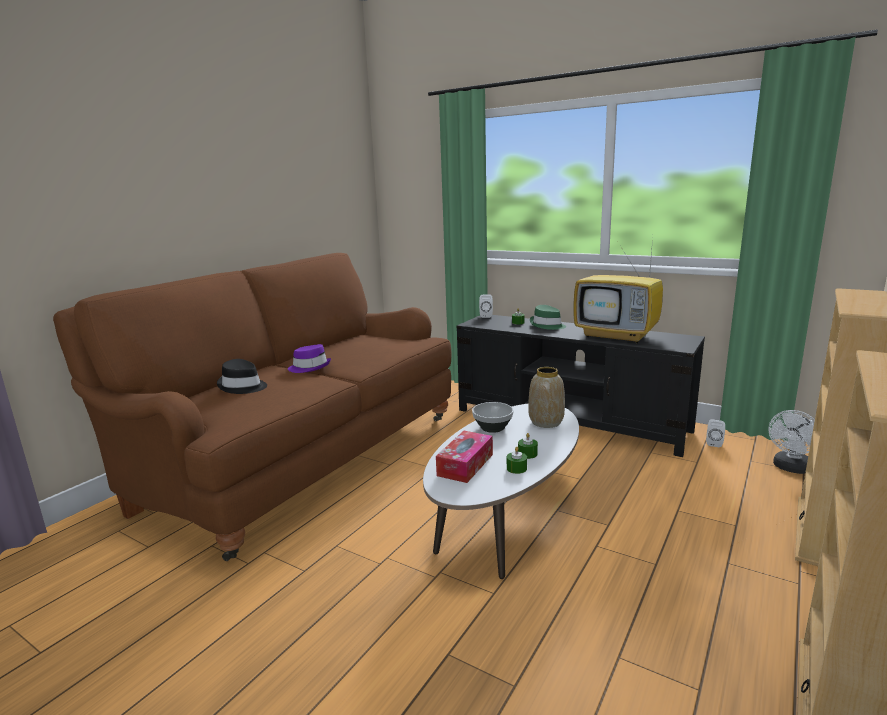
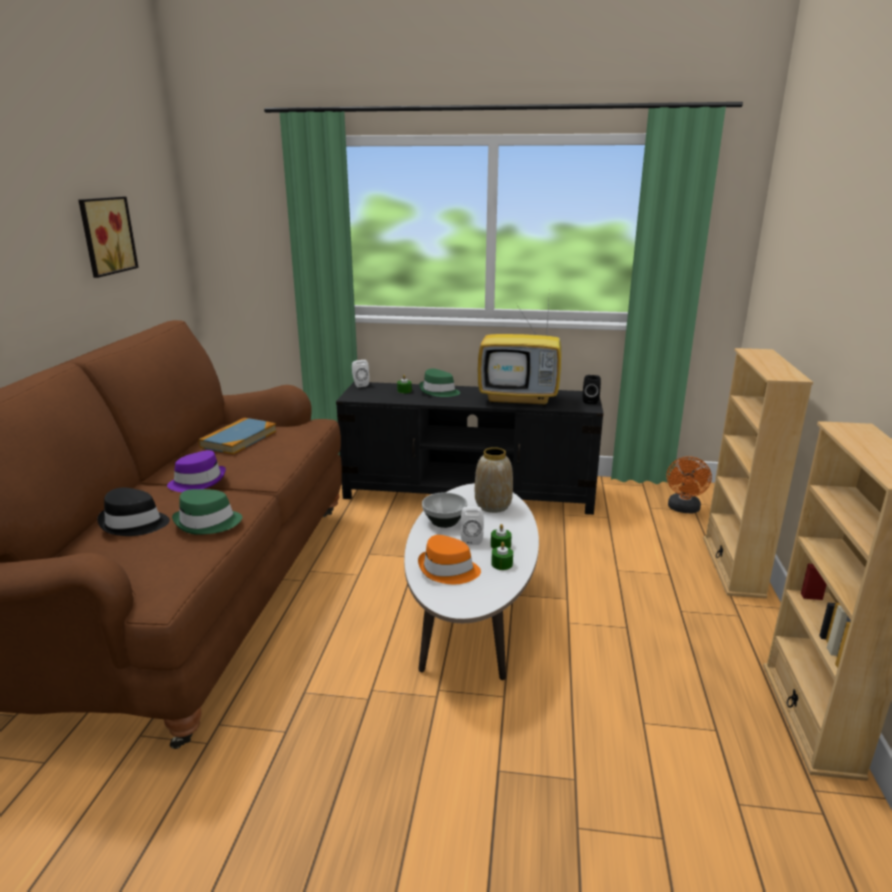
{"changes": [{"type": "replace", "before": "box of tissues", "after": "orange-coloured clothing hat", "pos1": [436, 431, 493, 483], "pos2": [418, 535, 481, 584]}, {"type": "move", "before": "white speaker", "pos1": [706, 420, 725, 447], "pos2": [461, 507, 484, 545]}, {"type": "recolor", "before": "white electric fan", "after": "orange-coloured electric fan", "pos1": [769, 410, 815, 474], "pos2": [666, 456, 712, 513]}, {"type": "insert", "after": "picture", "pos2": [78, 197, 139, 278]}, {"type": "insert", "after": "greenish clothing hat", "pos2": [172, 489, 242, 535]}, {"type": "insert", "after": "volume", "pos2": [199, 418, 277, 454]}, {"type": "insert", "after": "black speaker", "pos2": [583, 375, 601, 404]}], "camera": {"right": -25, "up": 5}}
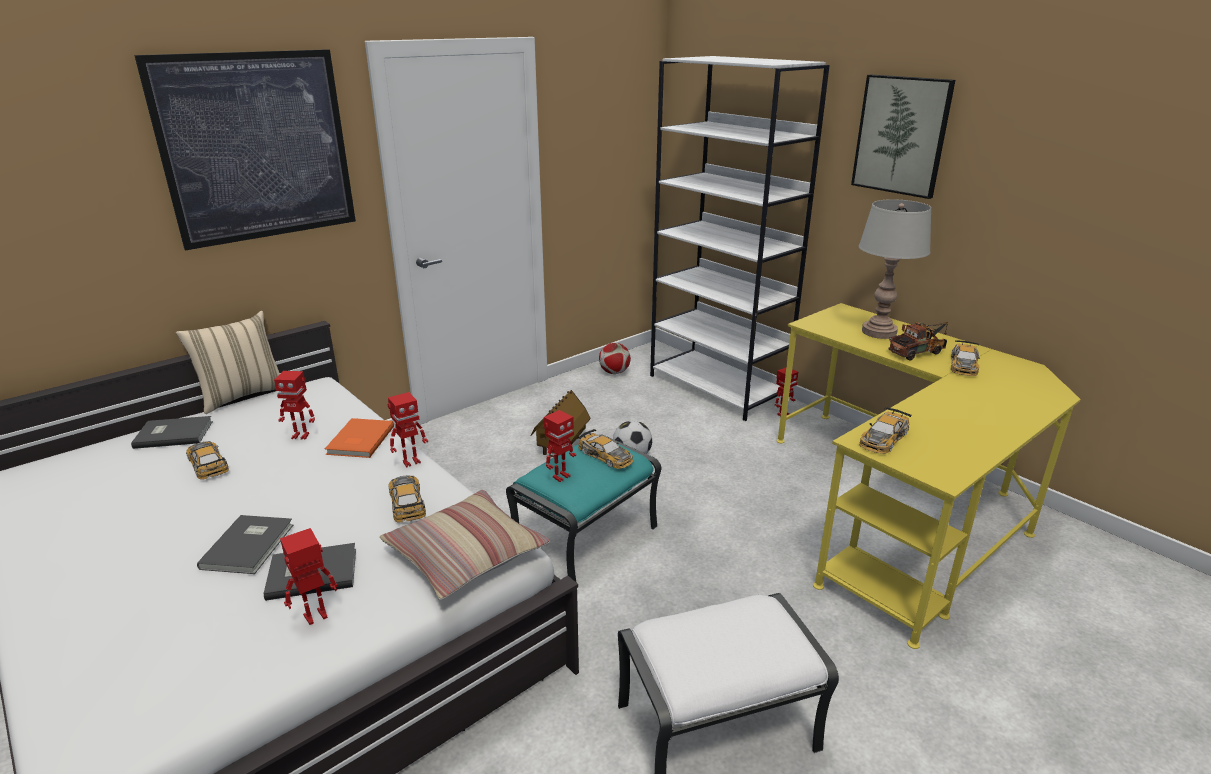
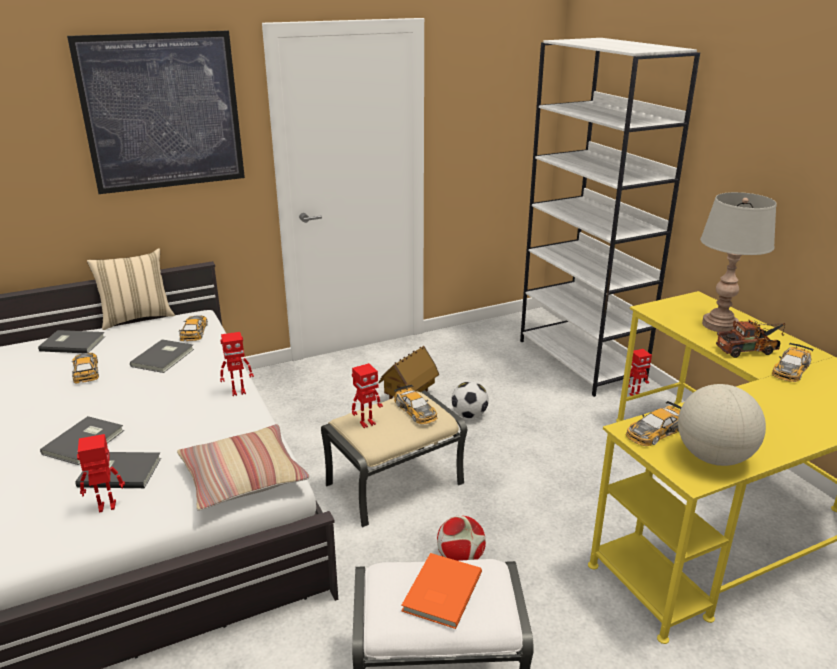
{"changes": [{"type": "replace", "before": "model robot", "after": "grey volume", "pos1": [274, 371, 315, 440], "pos2": [130, 339, 194, 373]}, {"type": "move", "before": "orange-coloured volume", "pos1": [325, 418, 394, 458], "pos2": [401, 553, 482, 629]}, {"type": "move", "before": "miniature car", "pos1": [388, 475, 426, 523], "pos2": [179, 315, 208, 341]}, {"type": "recolor", "before": "blue-green footrest", "after": "beige footrest", "pos1": [506, 435, 661, 582], "pos2": [321, 391, 467, 527]}, {"type": "move", "before": "football", "pos1": [599, 343, 631, 374], "pos2": [437, 515, 486, 561]}, {"type": "delete", "before": "picture", "pos1": [851, 75, 955, 199]}, {"type": "insert", "after": "globe", "pos2": [678, 384, 766, 466]}], "camera": {"right": 15, "up": 0}}
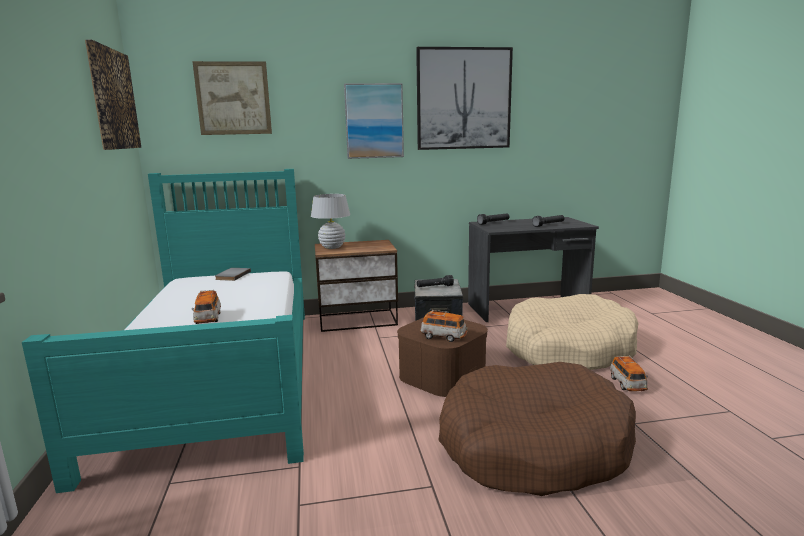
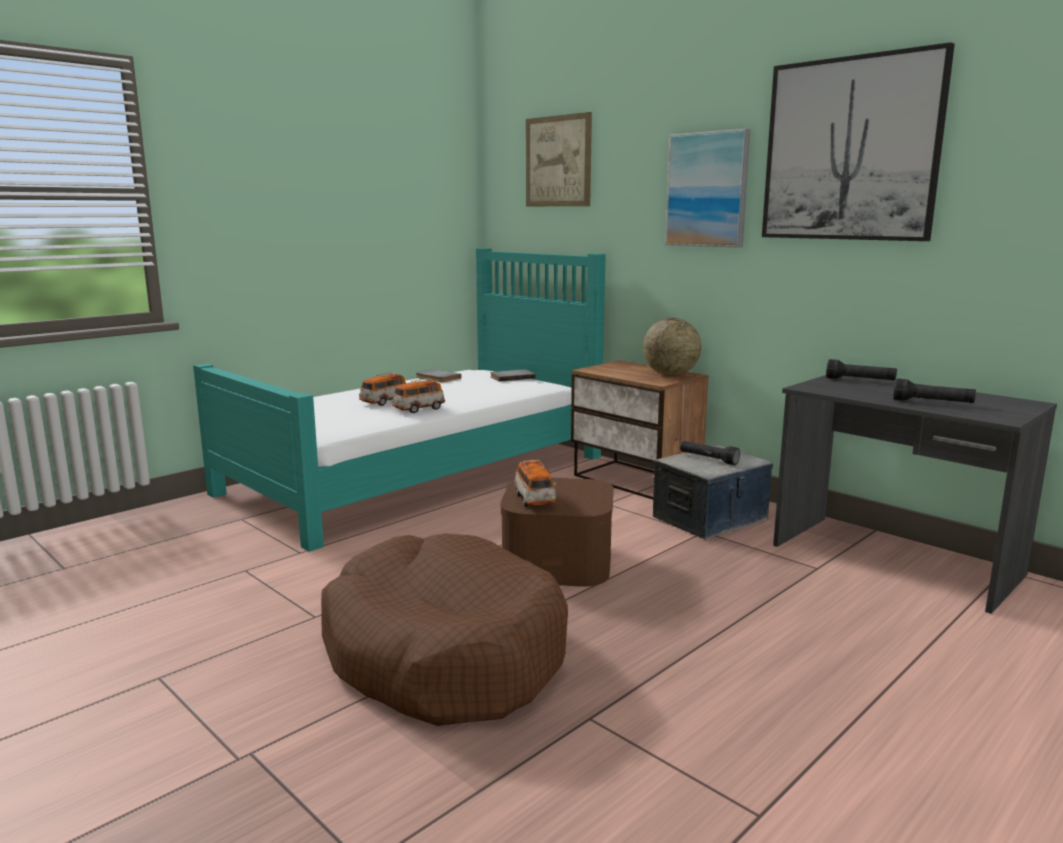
{"changes": [{"type": "delete", "before": "picture", "pos1": [85, 39, 141, 150]}, {"type": "delete", "before": "white lamp for a table", "pos1": [311, 194, 350, 249]}, {"type": "delete", "before": "beige dog cushion", "pos1": [506, 294, 639, 370]}, {"type": "move", "before": "miniature car", "pos1": [610, 356, 648, 391], "pos2": [392, 378, 445, 413]}, {"type": "insert", "after": "grey volume", "pos2": [416, 369, 461, 382]}, {"type": "insert", "after": "globe", "pos2": [643, 318, 701, 376]}], "camera": {"right": 55, "up": 0}}
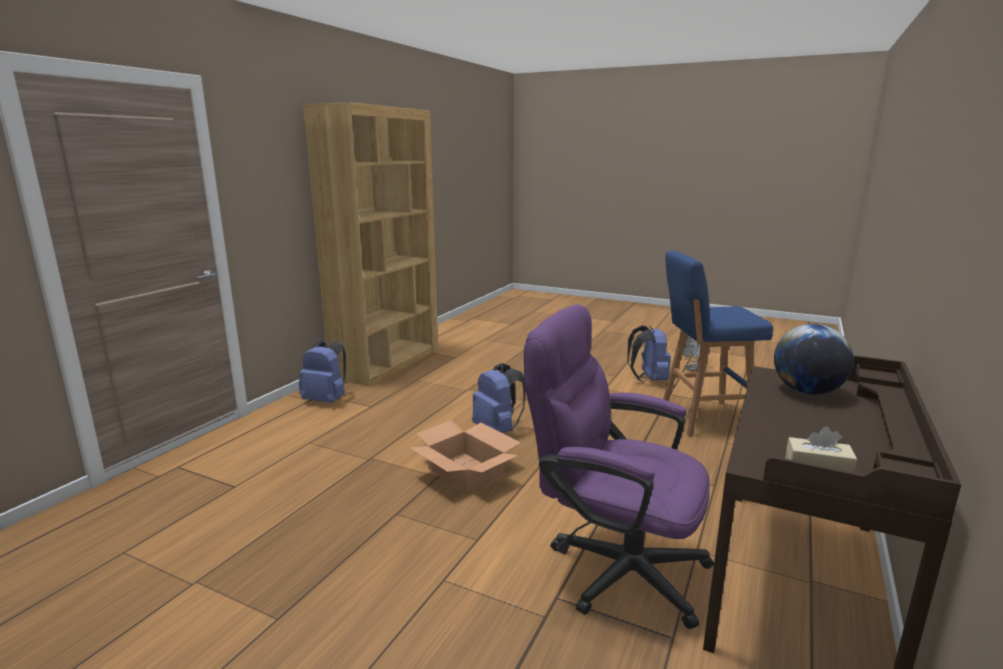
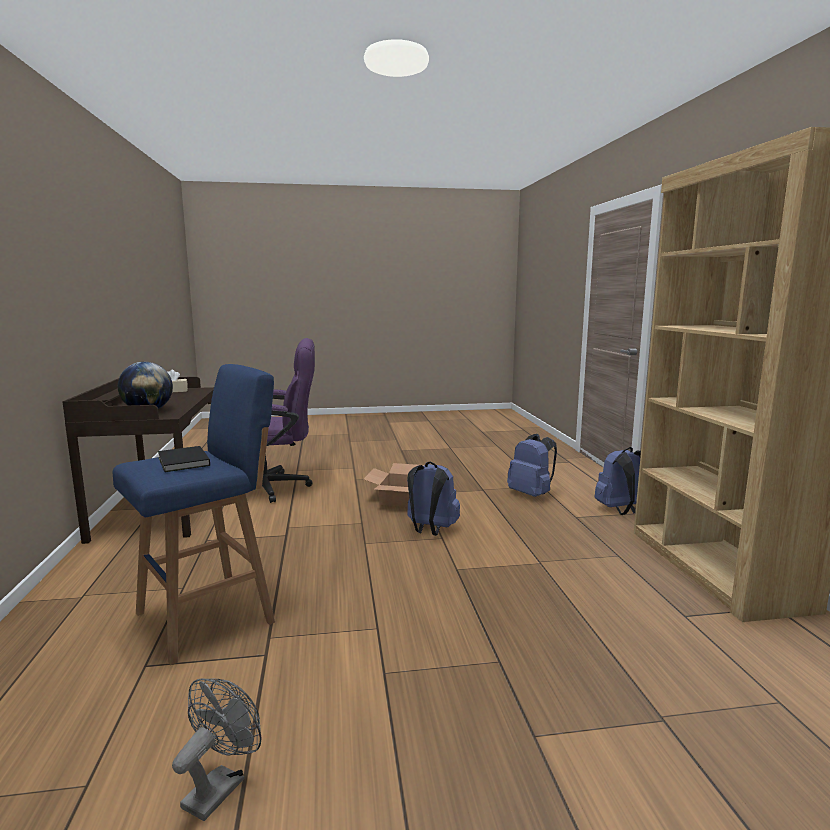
{"changes": [{"type": "move", "before": "blue knapsack", "pos1": [627, 325, 671, 382], "pos2": [507, 434, 557, 497]}, {"type": "insert", "after": "black volume", "pos2": [158, 446, 210, 472]}], "camera": {"right": 145, "up": -5}}
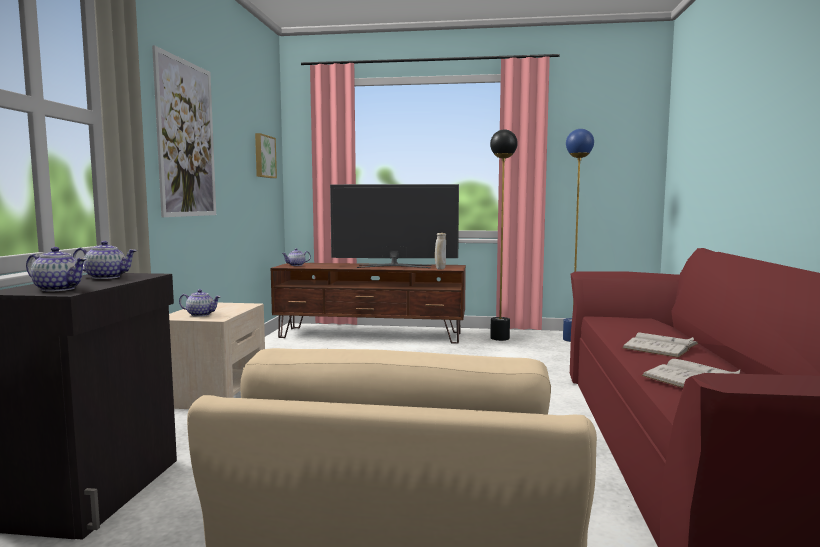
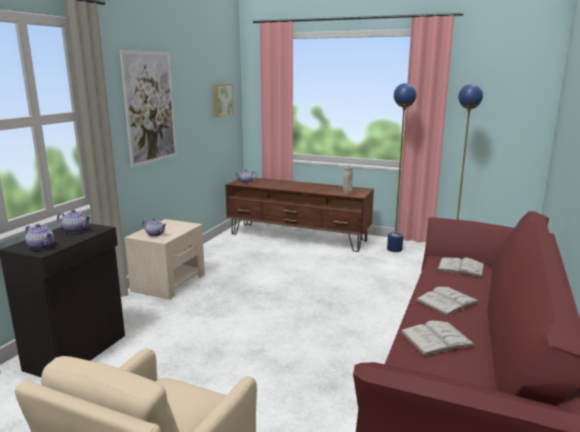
{"changes": [{"type": "delete", "before": "TV set", "pos1": [330, 184, 459, 268]}, {"type": "recolor", "before": "black standing lamp", "after": "blue standing lamp", "pos1": [490, 129, 518, 341], "pos2": [387, 83, 417, 252]}, {"type": "insert", "after": "white volume", "pos2": [437, 257, 484, 277]}], "camera": {"right": 15, "up": 10}}
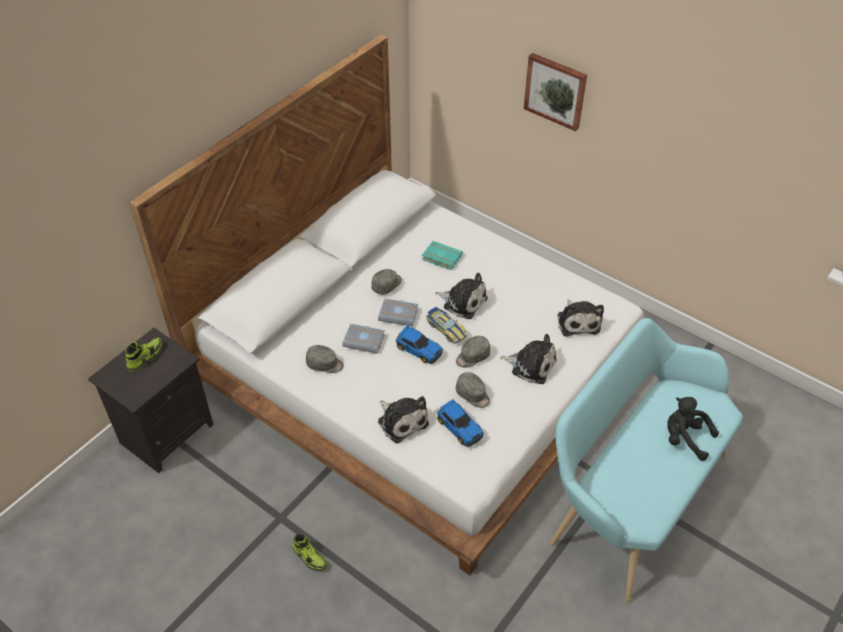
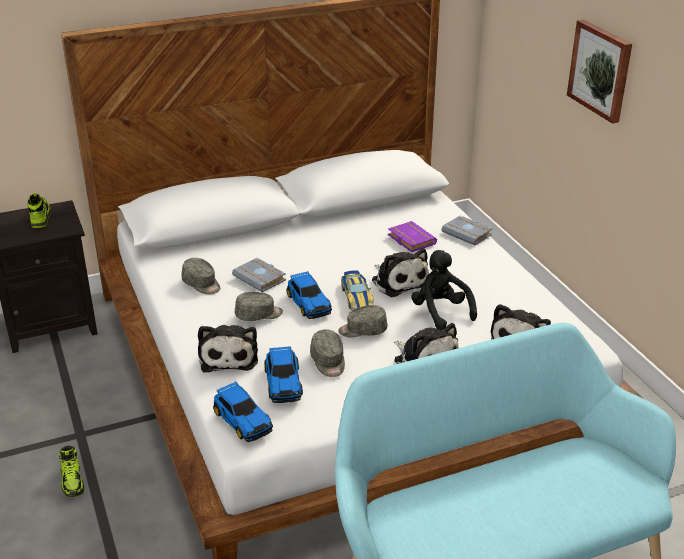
{"changes": [{"type": "rotate", "before": "low shoe", "pos1": [126, 337, 162, 372], "pos2": [27, 193, 51, 228], "turn": -75}, {"type": "move", "before": "grey peaked cap", "pos1": [371, 269, 402, 294], "pos2": [235, 292, 283, 321]}, {"type": "move", "before": "grey volume", "pos1": [378, 298, 418, 326], "pos2": [441, 215, 493, 245]}, {"type": "recolor", "before": "blue-green volume", "after": "purple-coloured volume", "pos1": [422, 241, 463, 270], "pos2": [388, 221, 437, 252]}, {"type": "move", "before": "black plush toy", "pos1": [667, 397, 719, 461], "pos2": [411, 250, 477, 330]}, {"type": "insert", "after": "miniature car", "pos2": [213, 382, 273, 442]}], "camera": {"right": 30, "up": -15}}
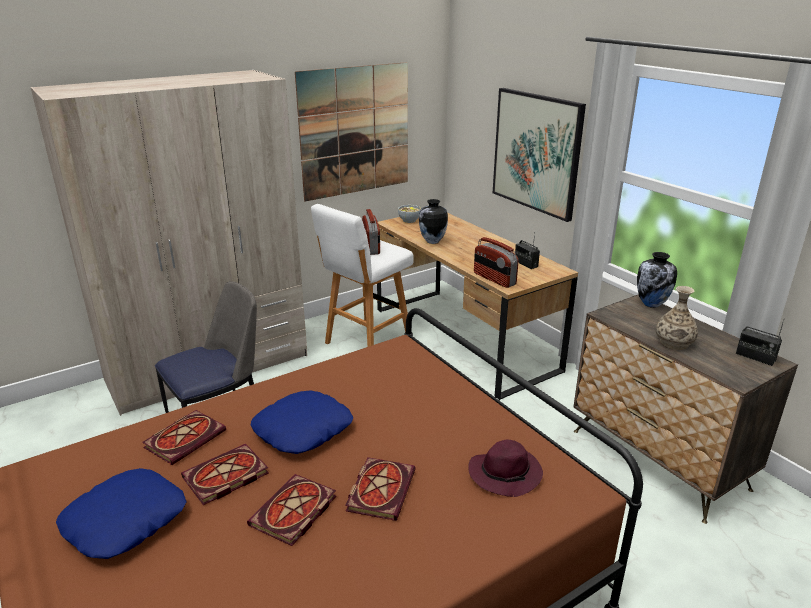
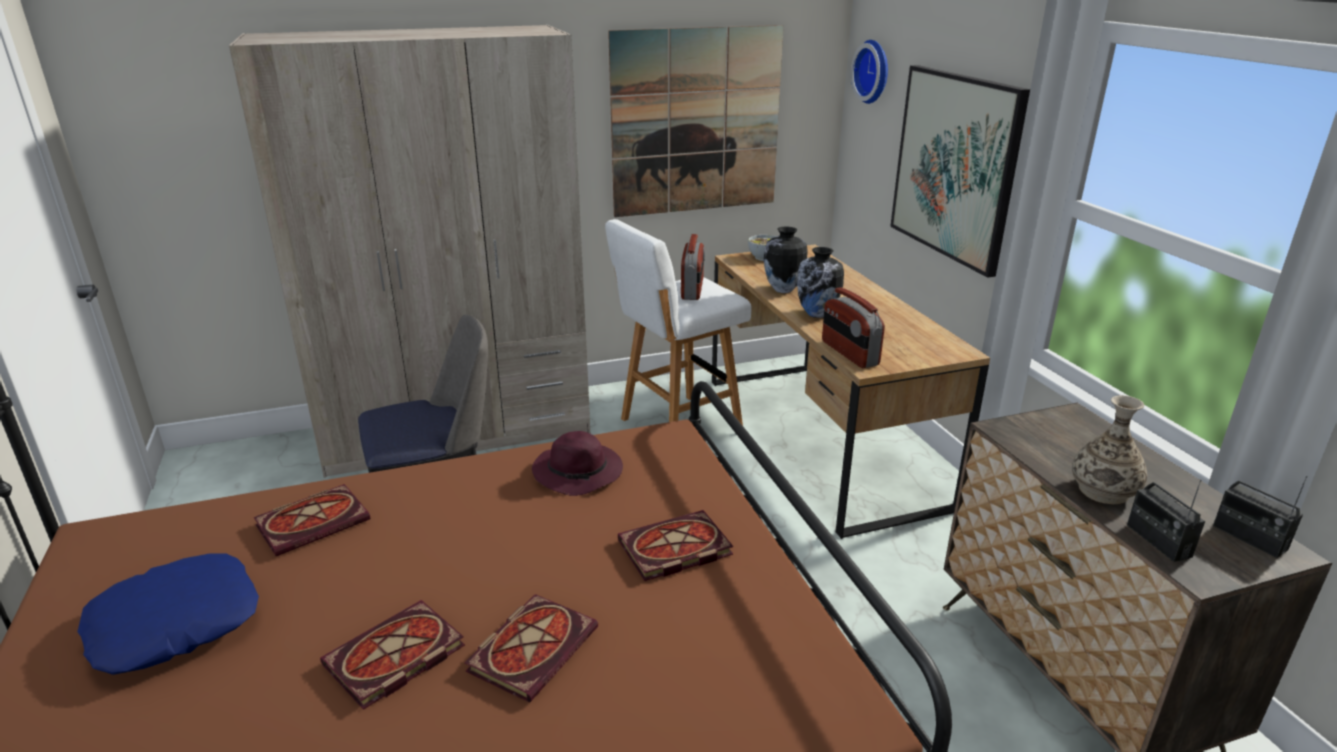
{"changes": [{"type": "move", "before": "volume", "pos1": [181, 444, 269, 505], "pos2": [618, 510, 734, 581]}, {"type": "delete", "before": "blue pillow", "pos1": [251, 390, 354, 454]}, {"type": "move", "before": "purple-coloured clothing hat", "pos1": [468, 440, 543, 497], "pos2": [532, 431, 623, 496]}, {"type": "move", "before": "radio", "pos1": [515, 232, 540, 269], "pos2": [1127, 480, 1205, 562]}, {"type": "move", "before": "decorative vase", "pos1": [637, 252, 677, 308], "pos2": [797, 247, 844, 318]}, {"type": "insert", "after": "hanging clock", "pos2": [851, 40, 888, 104]}], "camera": {"right": 15, "up": 0}}
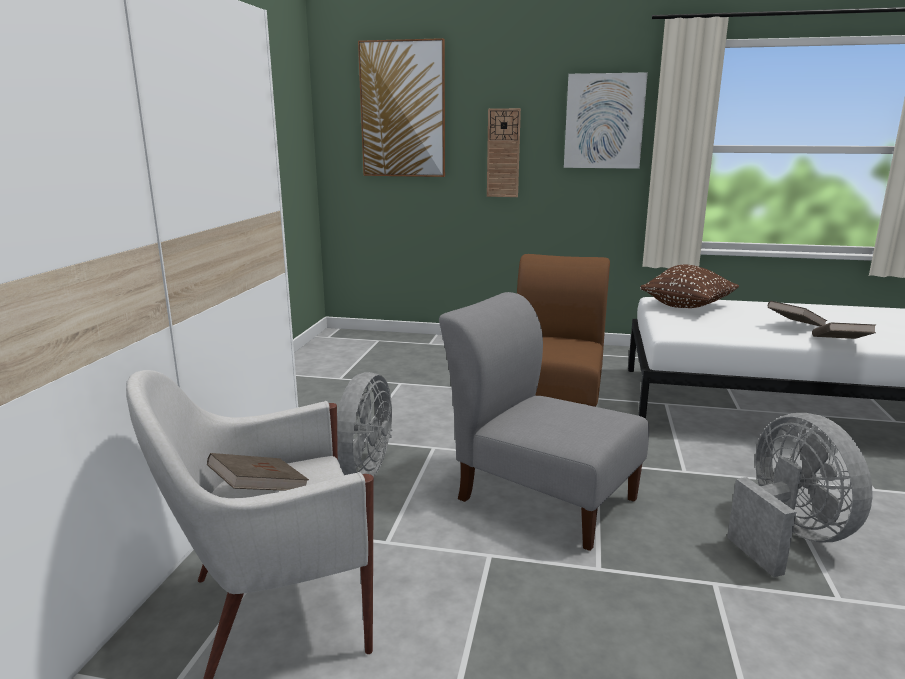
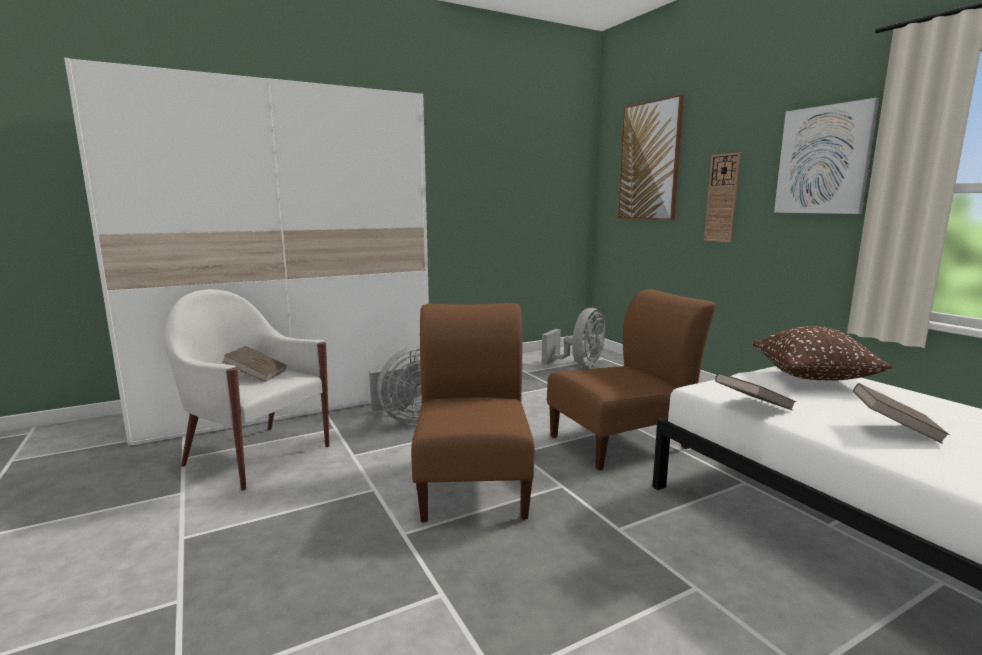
{"changes": [{"type": "recolor", "before": "grey plain chair", "after": "brownish plain chair", "pos1": [439, 292, 649, 551], "pos2": [411, 303, 534, 523]}, {"type": "move", "before": "grey electric fan", "pos1": [727, 413, 873, 577], "pos2": [542, 308, 605, 367]}, {"type": "move", "before": "brownish volume", "pos1": [812, 322, 876, 339], "pos2": [715, 373, 796, 411]}], "camera": {"right": 50, "up": -5}}
